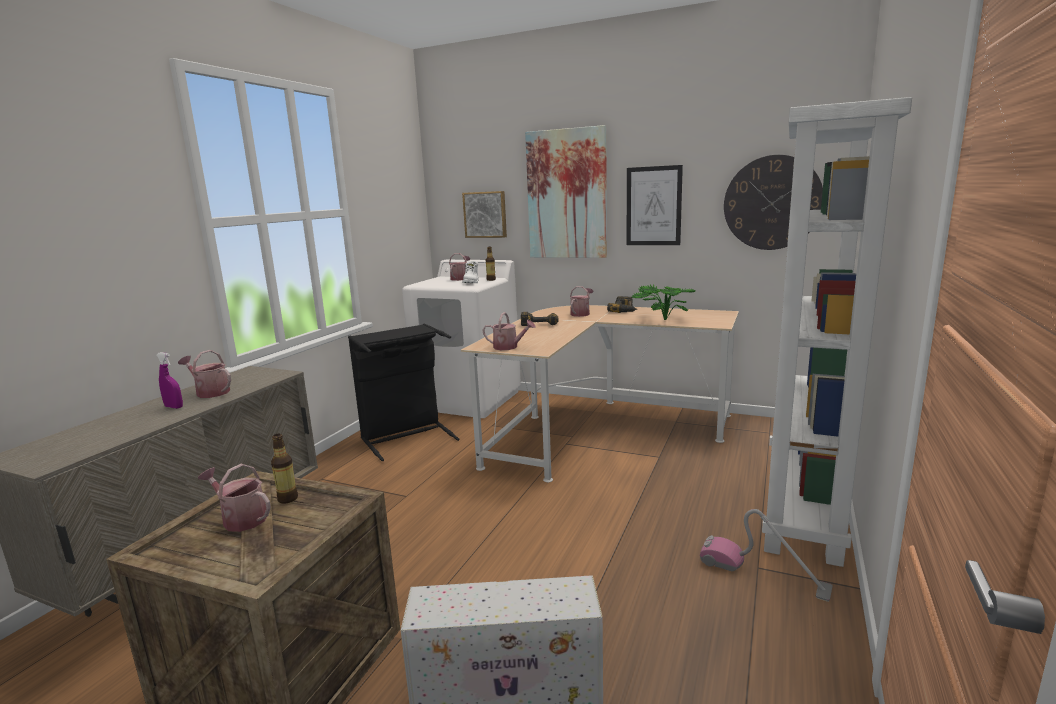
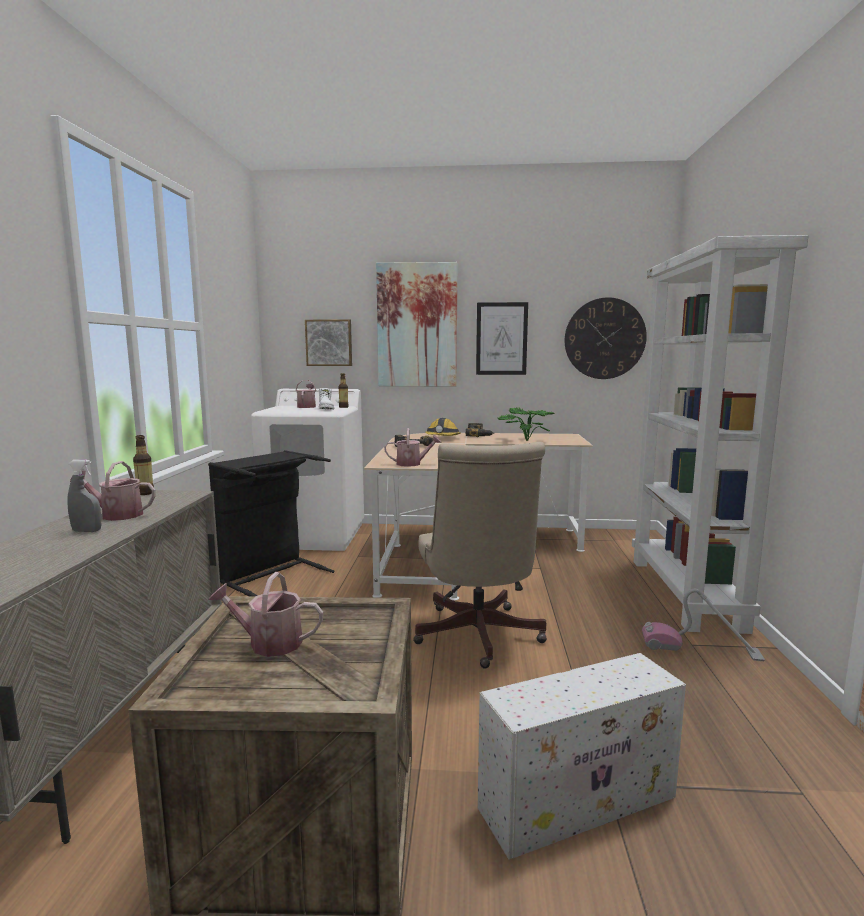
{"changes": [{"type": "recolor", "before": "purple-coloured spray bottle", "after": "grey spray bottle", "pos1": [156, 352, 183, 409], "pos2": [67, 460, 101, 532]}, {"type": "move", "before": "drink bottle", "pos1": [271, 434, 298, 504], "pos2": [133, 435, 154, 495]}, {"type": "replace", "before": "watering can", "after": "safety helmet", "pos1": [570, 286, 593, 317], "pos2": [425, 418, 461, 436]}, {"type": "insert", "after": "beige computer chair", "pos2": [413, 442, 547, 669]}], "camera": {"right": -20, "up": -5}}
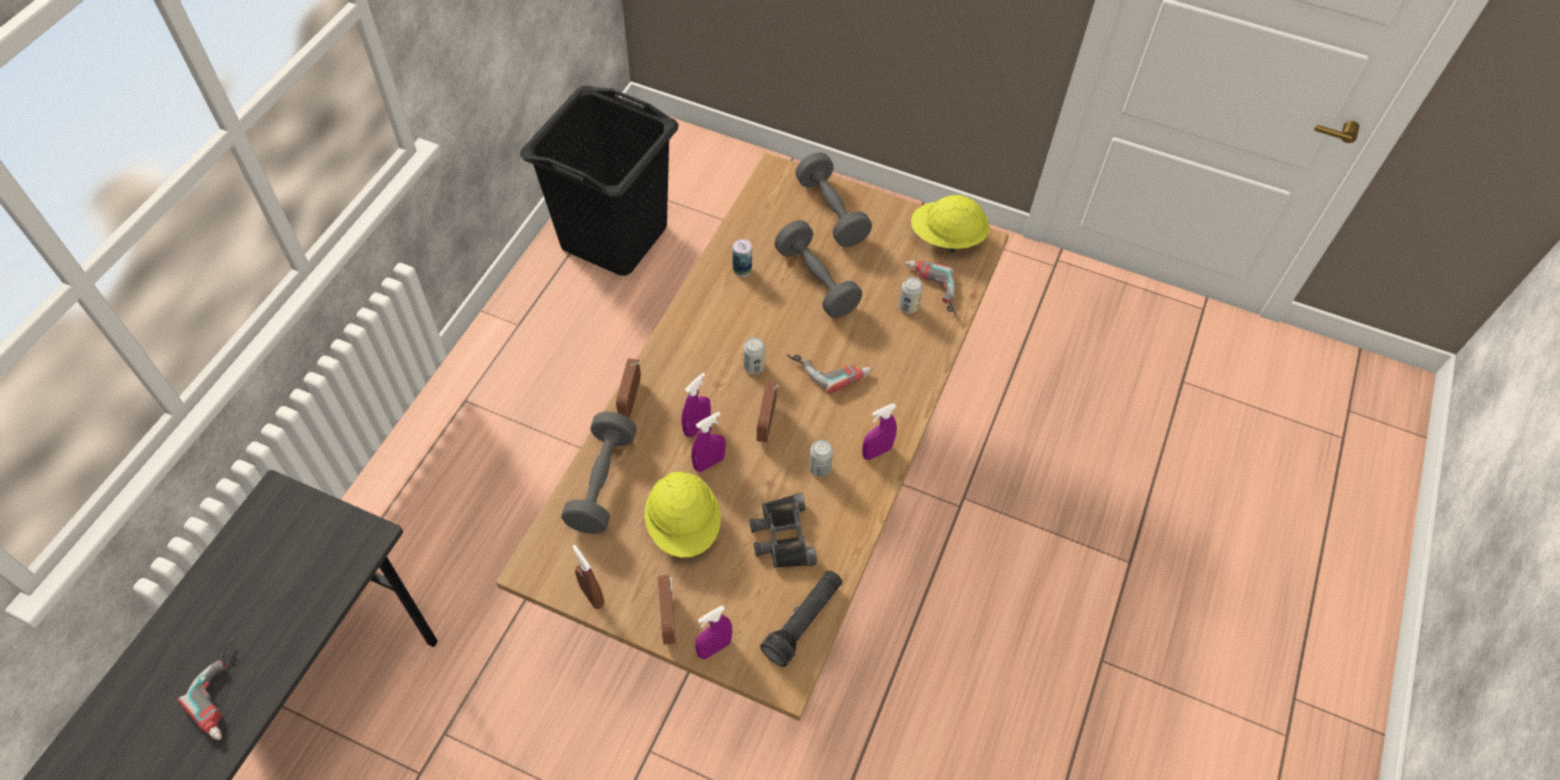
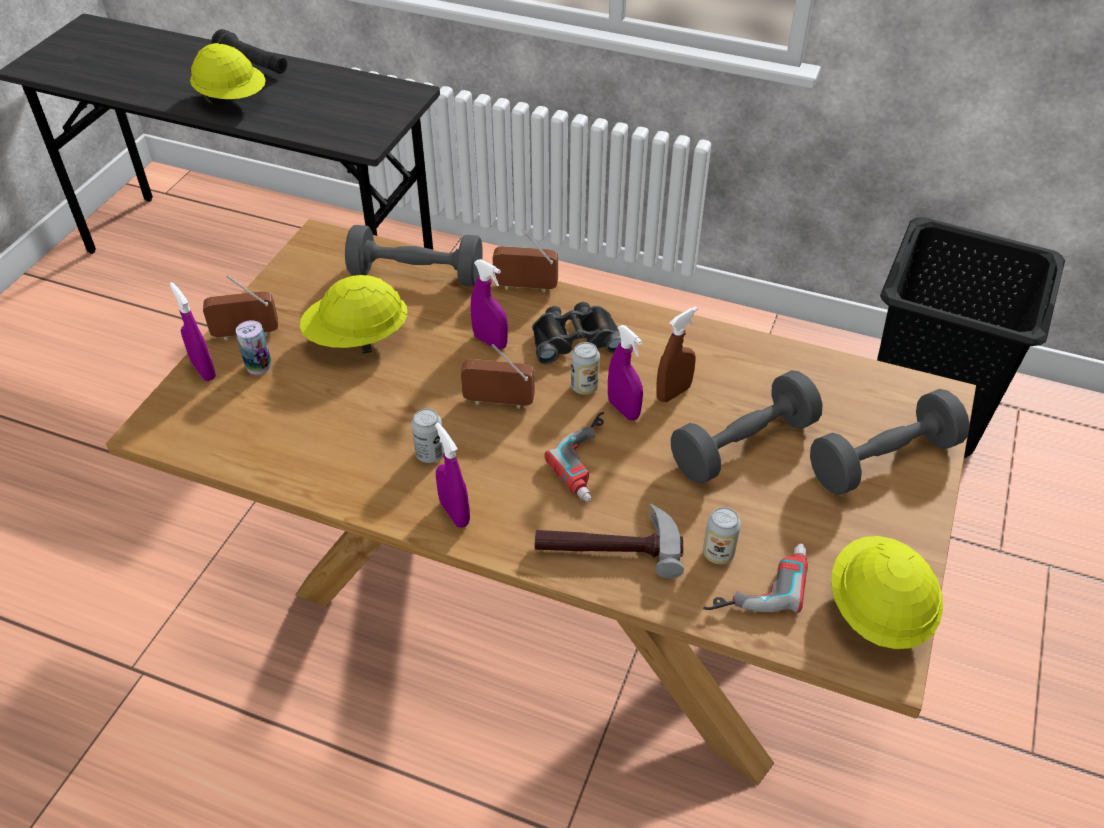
{"changes": [{"type": "replace", "before": "power drill", "after": "yellow-coloured safety helmet", "pos1": [178, 639, 233, 740], "pos2": [190, 43, 265, 105]}, {"type": "move", "before": "brownish spray bottle", "pos1": [572, 545, 604, 609], "pos2": [656, 306, 697, 402]}, {"type": "move", "before": "purple-coloured spray bottle", "pos1": [691, 412, 726, 472], "pos2": [608, 325, 643, 420]}, {"type": "move", "before": "metal can", "pos1": [732, 239, 752, 277], "pos2": [236, 320, 271, 375]}, {"type": "move", "before": "black binoculars", "pos1": [750, 493, 817, 568], "pos2": [532, 302, 621, 364]}, {"type": "move", "before": "black hand torch", "pos1": [760, 571, 842, 667], "pos2": [211, 29, 287, 74]}, {"type": "insert", "after": "hand hammer", "pos2": [535, 504, 684, 579]}], "camera": {"right": 90, "up": -10}}
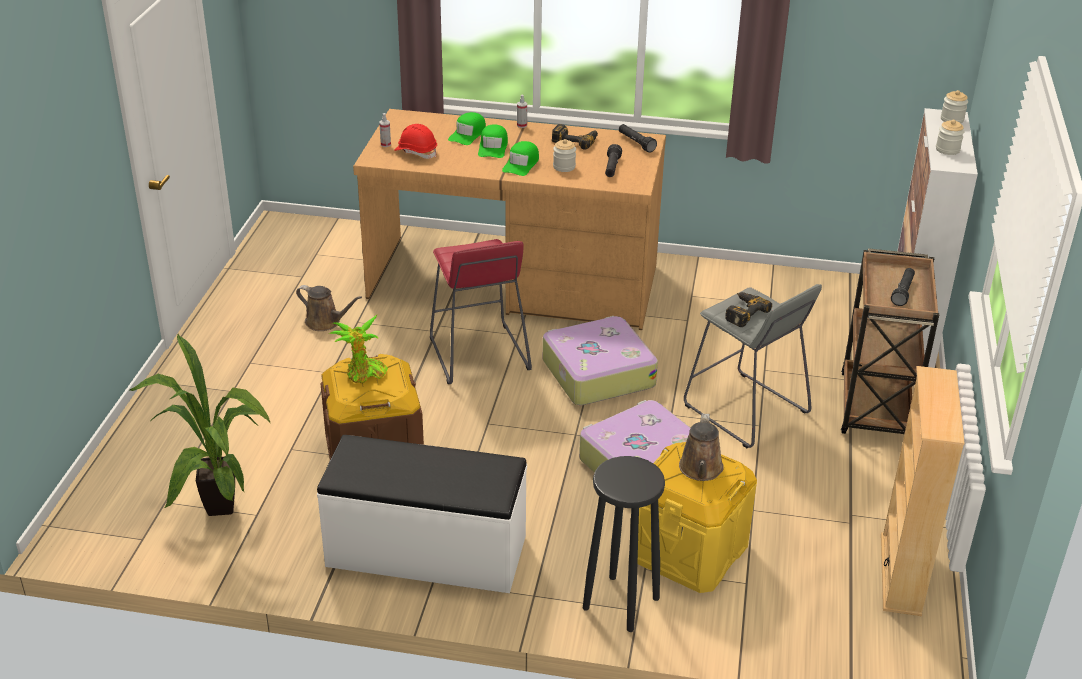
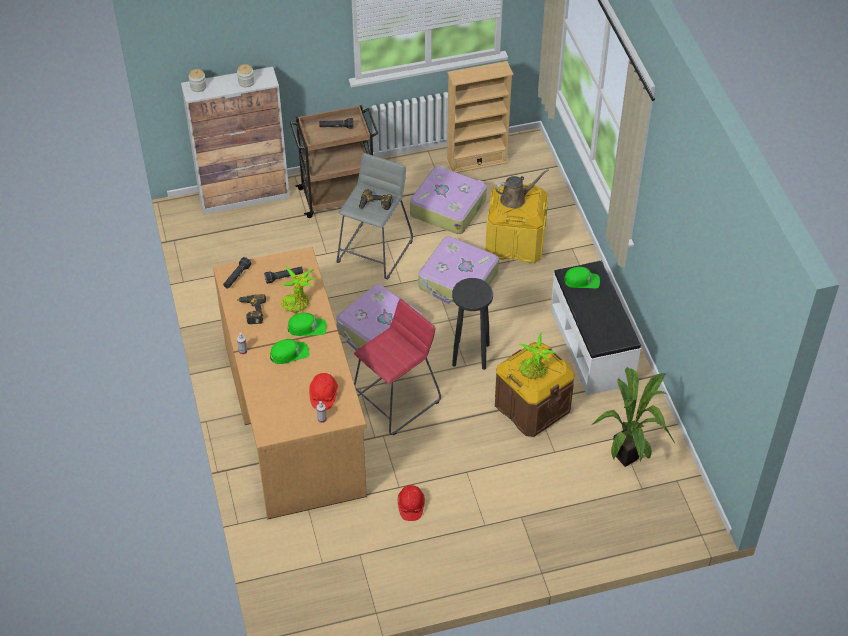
{"changes": [{"type": "replace", "before": "brownish watering can", "after": "reddish safety helmet", "pos1": [296, 285, 362, 331], "pos2": [398, 485, 425, 521]}, {"type": "move", "before": "greenish peaked cap", "pos1": [448, 112, 486, 145], "pos2": [564, 267, 600, 288]}, {"type": "replace", "before": "storage jar", "after": "potted plant", "pos1": [553, 139, 576, 172], "pos2": [281, 265, 317, 313]}, {"type": "move", "before": "black stool seat", "pos1": [583, 456, 665, 632], "pos2": [452, 278, 493, 370]}, {"type": "insert", "after": "piece of luggage", "pos2": [410, 166, 487, 234]}], "camera": {"right": -115, "up": 15}}
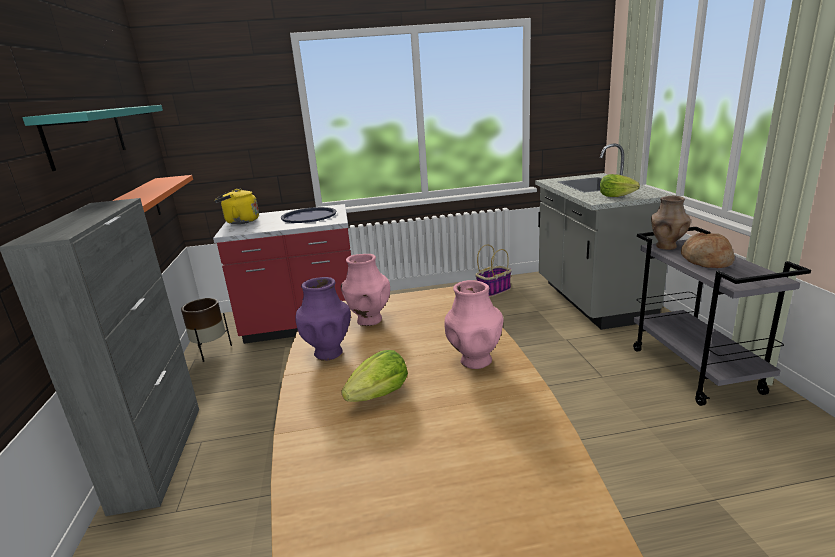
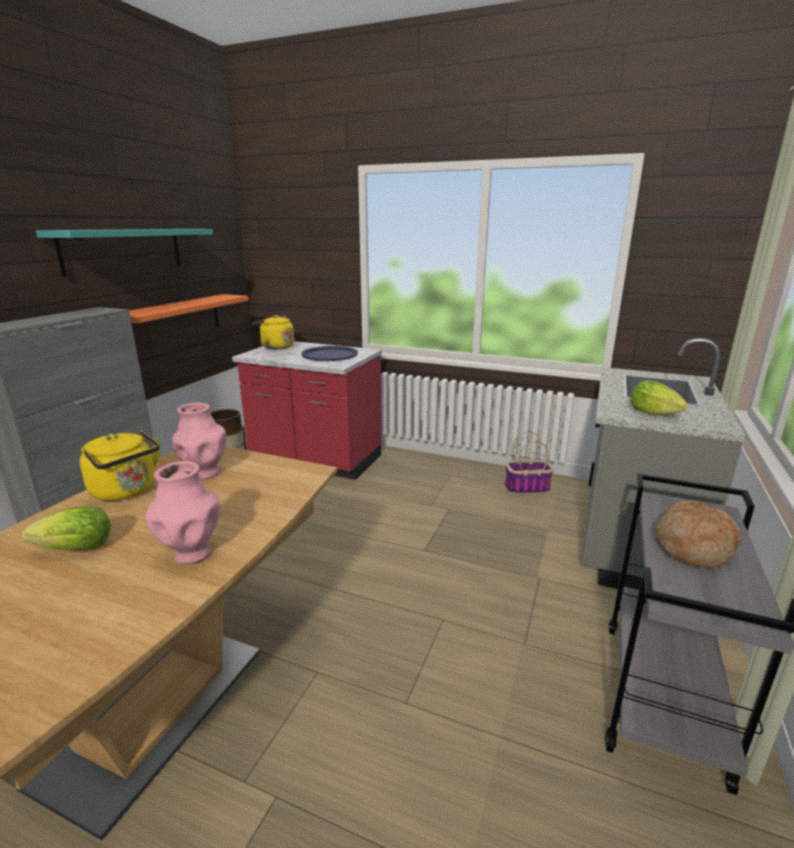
{"changes": [{"type": "replace", "before": "purple-coloured decorative vase", "after": "yellow-coloured tea kettle", "pos1": [295, 277, 351, 361], "pos2": [80, 430, 160, 501]}, {"type": "delete", "before": "brownish decorative vase", "pos1": [651, 196, 691, 250]}], "camera": {"right": 30, "up": 0}}
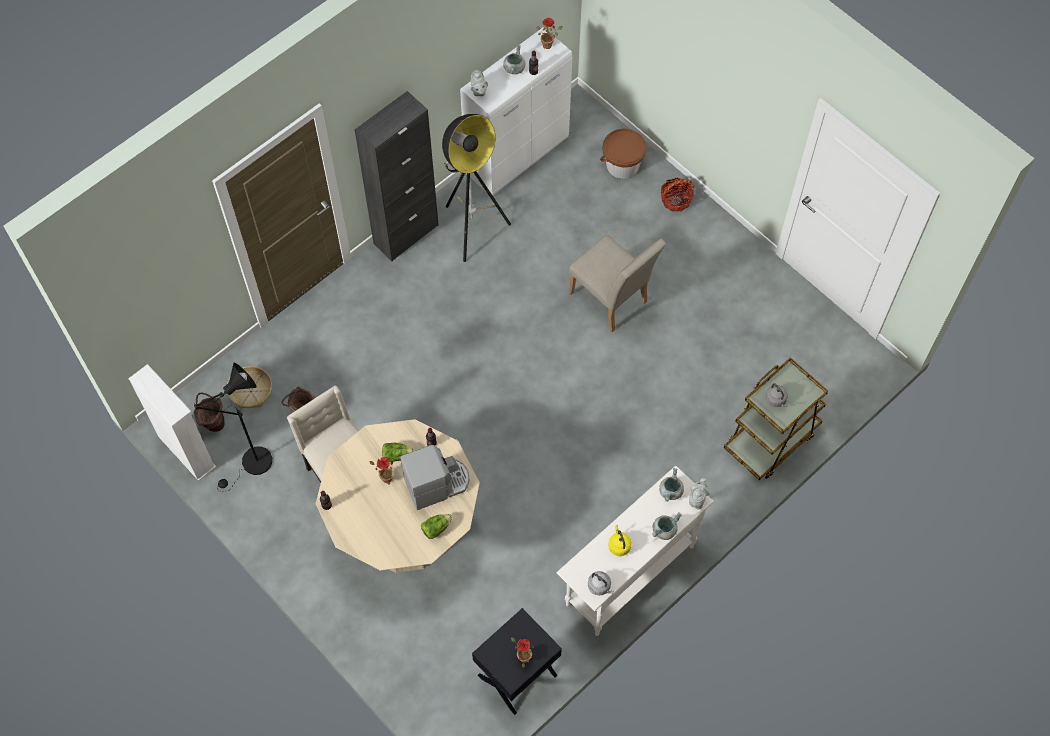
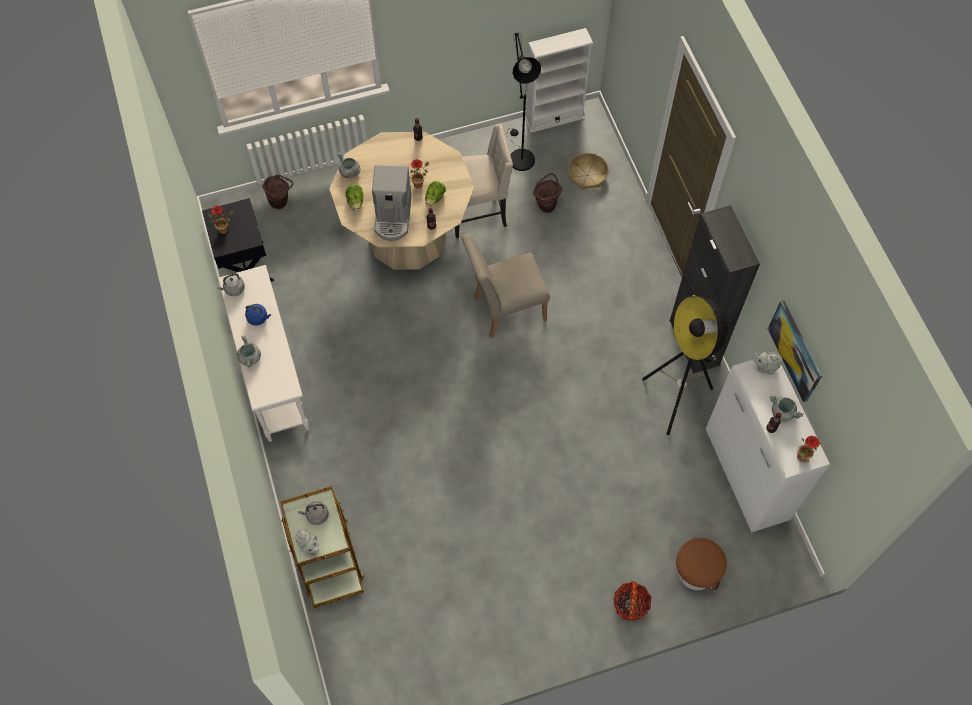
{"changes": [{"type": "move", "before": "brownish pail", "pos1": [194, 392, 225, 432], "pos2": [262, 174, 293, 209]}, {"type": "move", "before": "beige plain chair", "pos1": [569, 235, 666, 332], "pos2": [461, 234, 550, 338]}, {"type": "recolor", "before": "yellow-coloured tea kettle", "after": "blue tea kettle", "pos1": [608, 525, 632, 556], "pos2": [245, 304, 271, 326]}, {"type": "move", "before": "grey stockpot", "pos1": [659, 468, 684, 502], "pos2": [337, 152, 361, 178]}, {"type": "move", "before": "grey pot for tea", "pos1": [689, 478, 709, 510], "pos2": [295, 528, 319, 553]}, {"type": "insert", "after": "picture", "pos2": [768, 301, 822, 402]}], "camera": {"right": 115, "up": 0}}
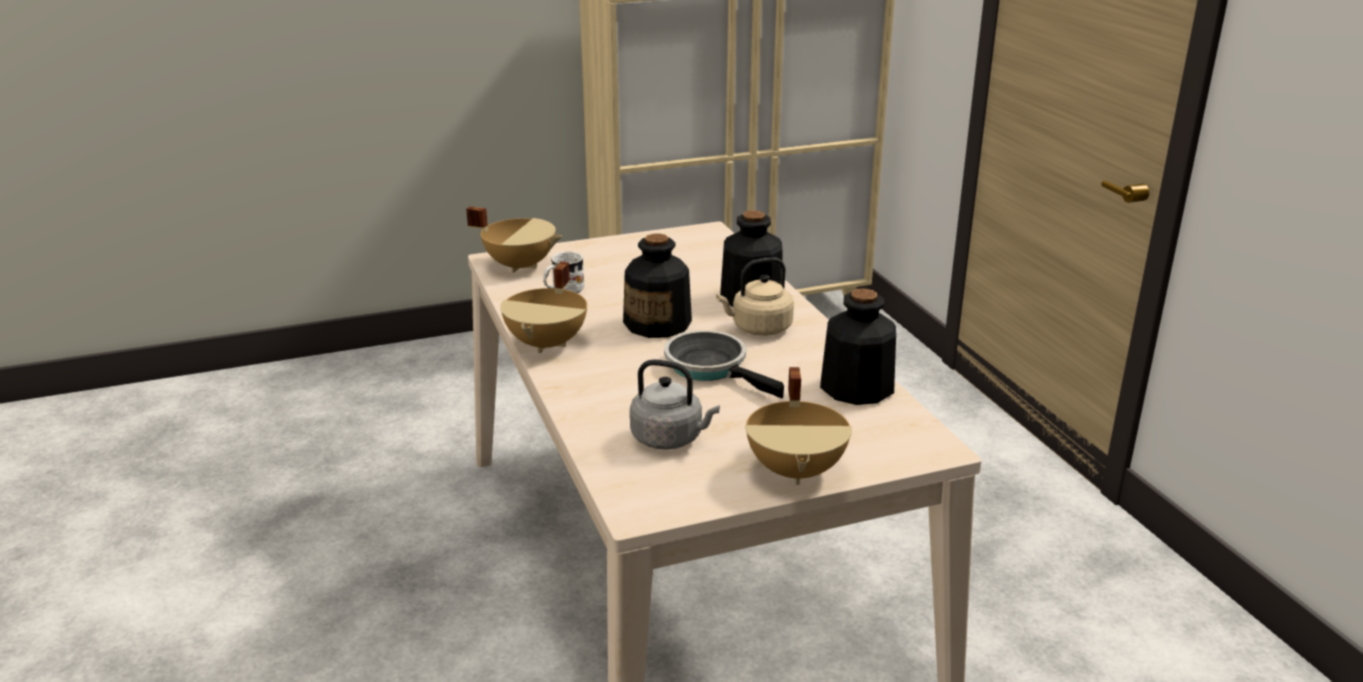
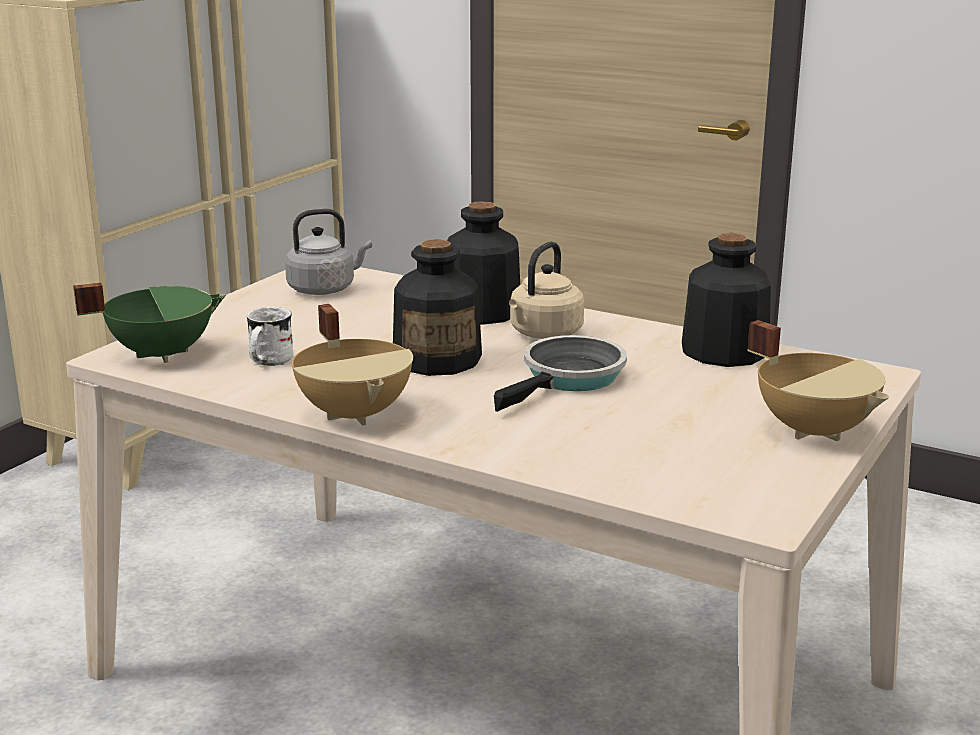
{"changes": [{"type": "recolor", "before": "beige stockpot", "after": "greenish stockpot", "pos1": [466, 206, 562, 273], "pos2": [73, 282, 226, 363]}, {"type": "move", "before": "grey tea kettle", "pos1": [630, 359, 720, 450], "pos2": [285, 209, 372, 295]}, {"type": "rotate", "before": "skillet", "pos1": [664, 330, 784, 399], "pos2": [494, 335, 627, 412], "turn": 120}], "camera": {"right": -40, "up": -5}}
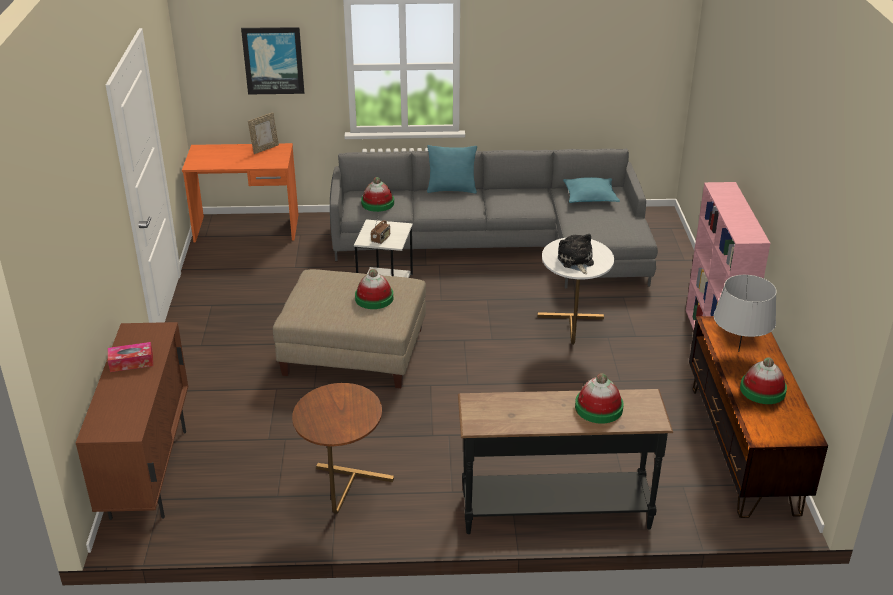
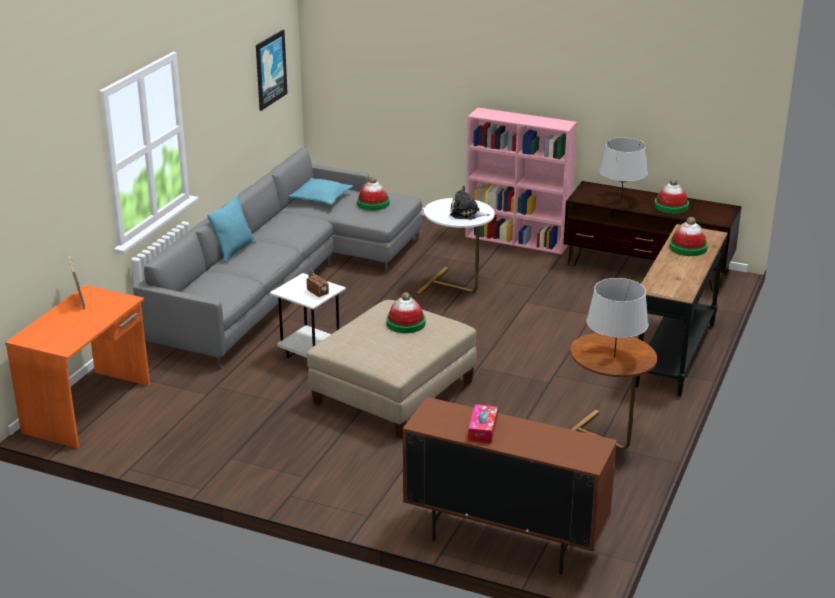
{"changes": [{"type": "move", "before": "picture", "pos1": [241, 27, 304, 95], "pos2": [256, 30, 288, 111]}, {"type": "move", "before": "clothing hat", "pos1": [361, 177, 394, 212], "pos2": [357, 177, 390, 210]}, {"type": "insert", "after": "grey lamp for a table", "pos2": [587, 278, 648, 358]}], "camera": {"right": -65, "up": -5}}
